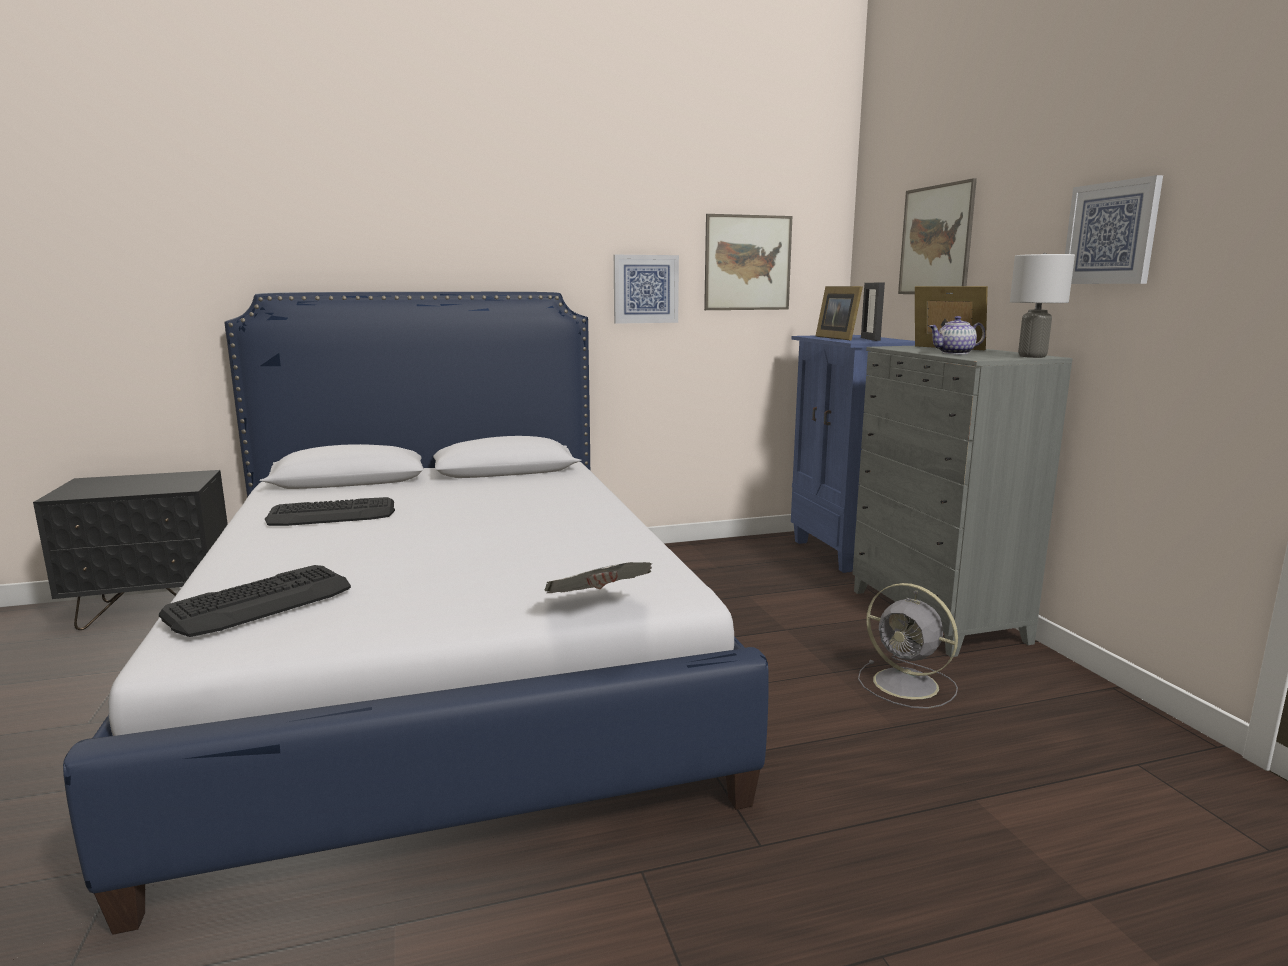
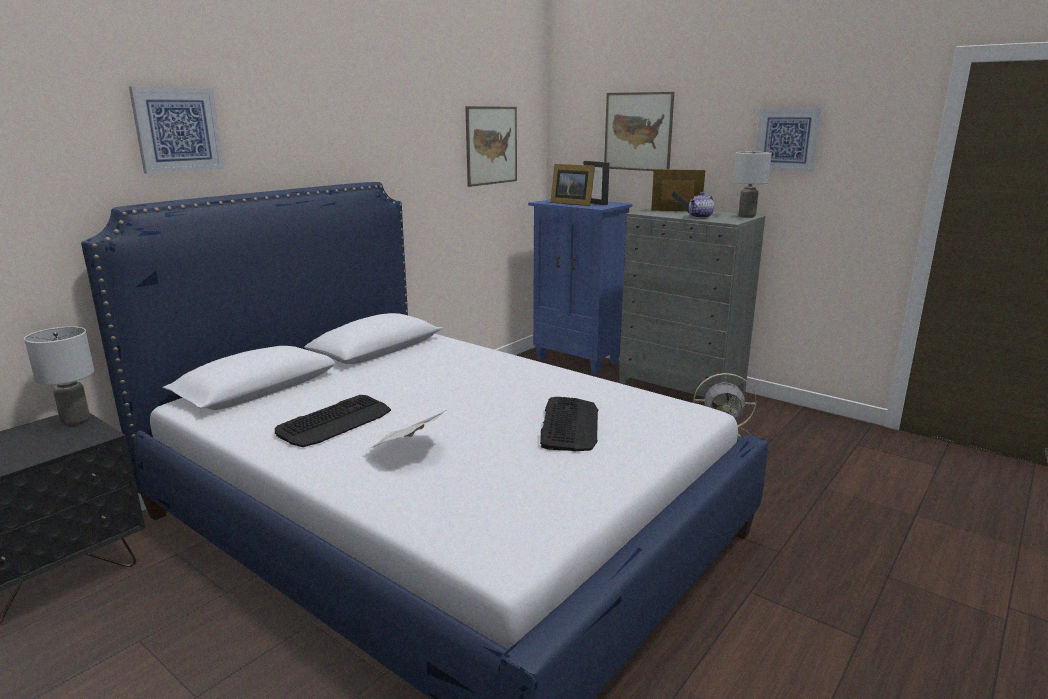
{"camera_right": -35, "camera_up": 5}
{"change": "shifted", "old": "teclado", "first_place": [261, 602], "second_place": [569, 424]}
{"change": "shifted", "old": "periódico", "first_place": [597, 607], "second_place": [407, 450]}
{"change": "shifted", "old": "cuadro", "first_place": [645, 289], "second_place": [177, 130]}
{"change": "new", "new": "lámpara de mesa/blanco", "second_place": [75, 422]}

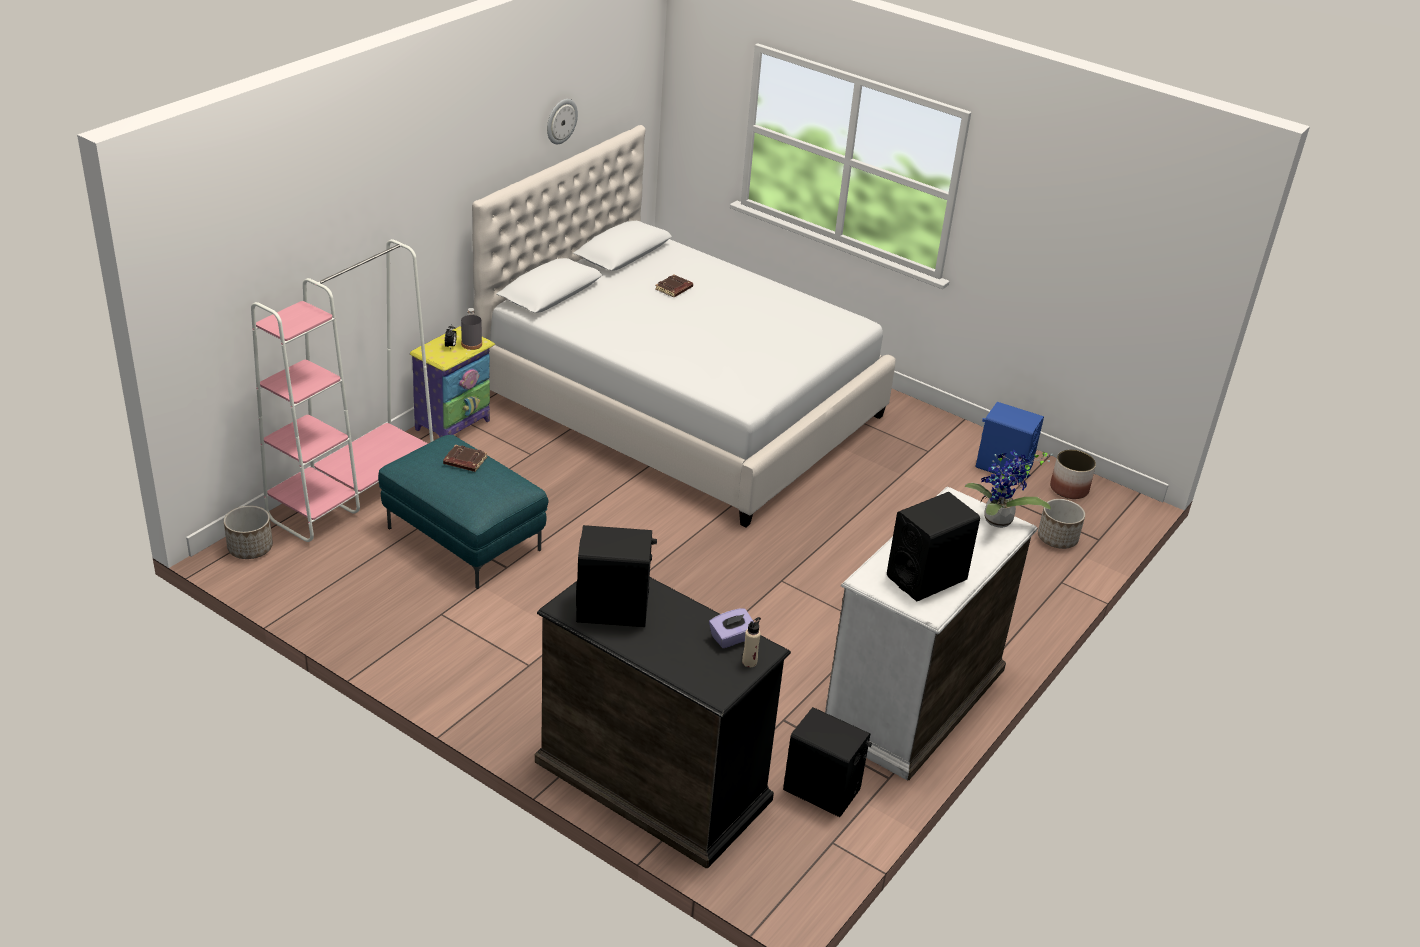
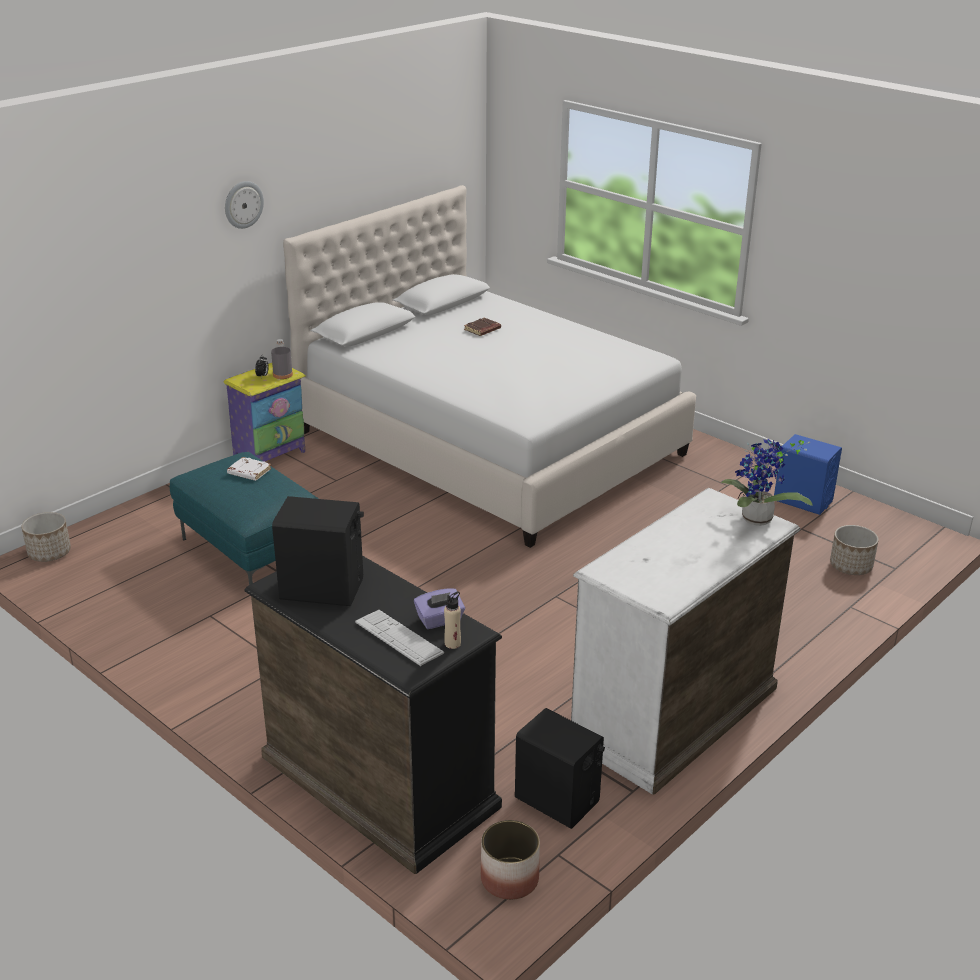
{"camera_right": 10, "camera_up": -5}
{"change": "gone", "old": "perchero/rosa", "first_place": [353, 493]}
{"change": "repainted", "old": "libro/marrón", "new": "libro/blanco", "first_place": [464, 461], "second_place": [248, 472]}
{"change": "shifted", "old": "reloj de pared", "first_place": [561, 121], "second_place": [243, 204]}
{"change": "gone", "old": "altavoz/negro", "first_place": [926, 578]}
{"change": "shifted", "old": "maceta", "first_place": [1069, 489], "second_place": [510, 879]}
{"change": "new", "new": "teclado", "second_place": [399, 638]}

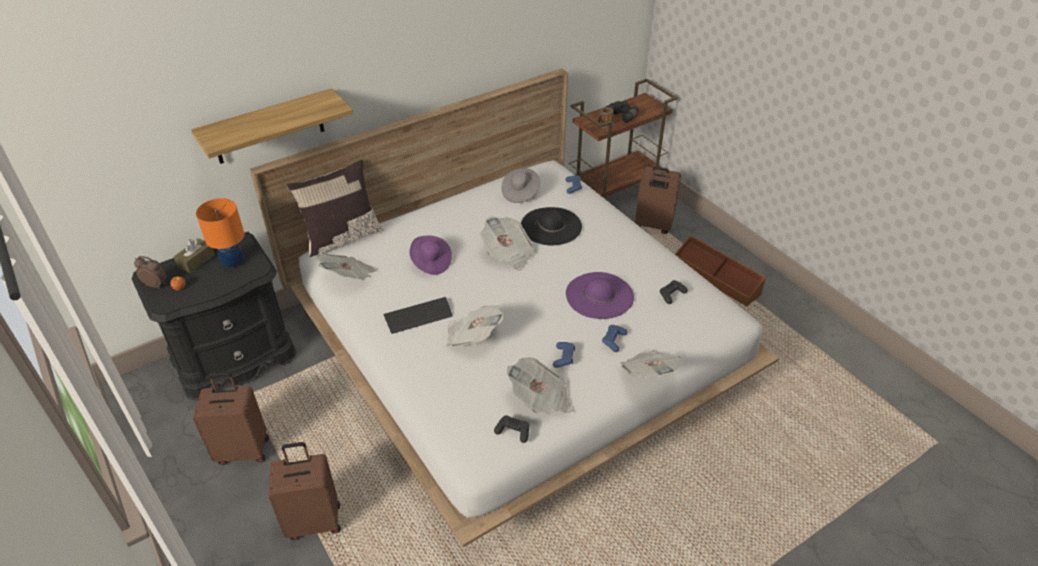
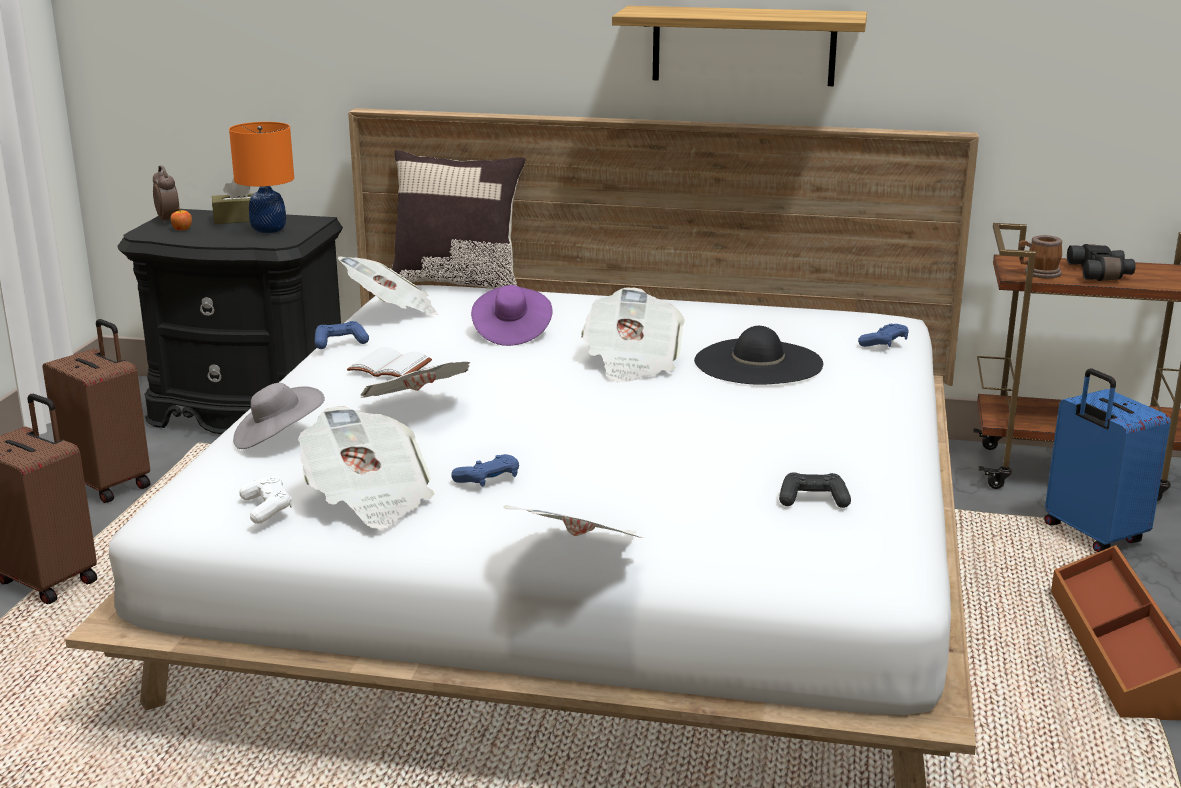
{"camera_right": 45, "camera_up": -20}
{"change": "shifted", "old": "estante", "first_place": [268, 127], "second_place": [743, 46]}
{"change": "swapped", "old": "teclado", "new": "libro/blanco", "first_place": [418, 316], "second_place": [392, 366]}
{"change": "repainted", "old": "mando de consola/negro", "new": "mando de consola/blanco", "first_place": [513, 432], "second_place": [267, 508]}
{"change": "shifted", "old": "sombrero/gris", "first_place": [520, 193], "second_place": [278, 439]}
{"change": "gone", "old": "sombrero/morado", "first_place": [599, 295]}
{"change": "shifted", "old": "mando de consola/azul", "first_place": [613, 340], "second_place": [340, 342]}
{"change": "repainted", "old": "maleta/marrón", "new": "maleta/azul", "first_place": [653, 226], "second_place": [1091, 535]}

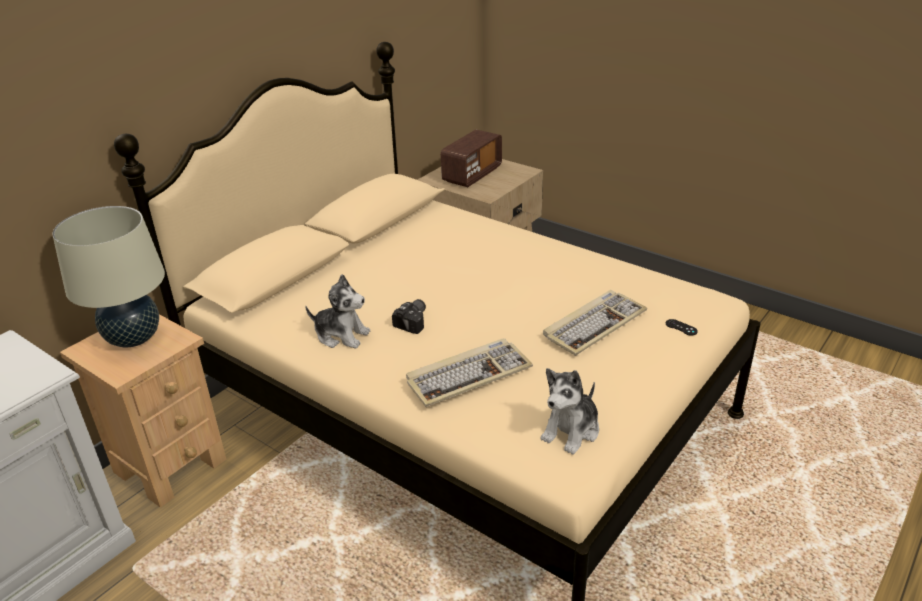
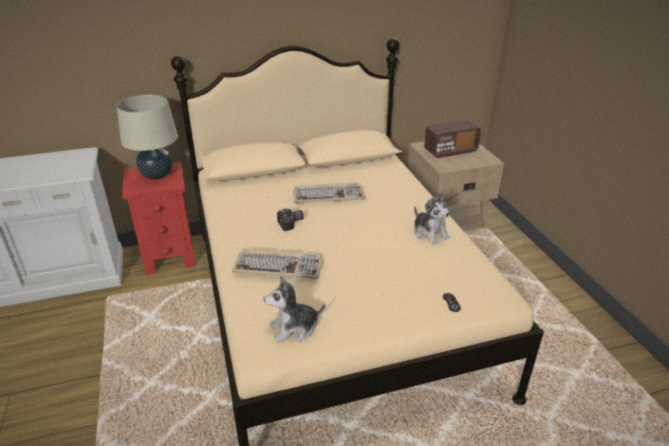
{"camera_right": 35, "camera_up": 0}
{"change": "repainted", "old": "mesita de noche/beis", "new": "mesita de noche/rojo", "first_place": [172, 465], "second_place": [170, 257]}
{"change": "shifted", "old": "peluche", "first_place": [341, 335], "second_place": [430, 233]}
{"change": "shifted", "old": "teclado", "first_place": [594, 324], "second_place": [328, 195]}

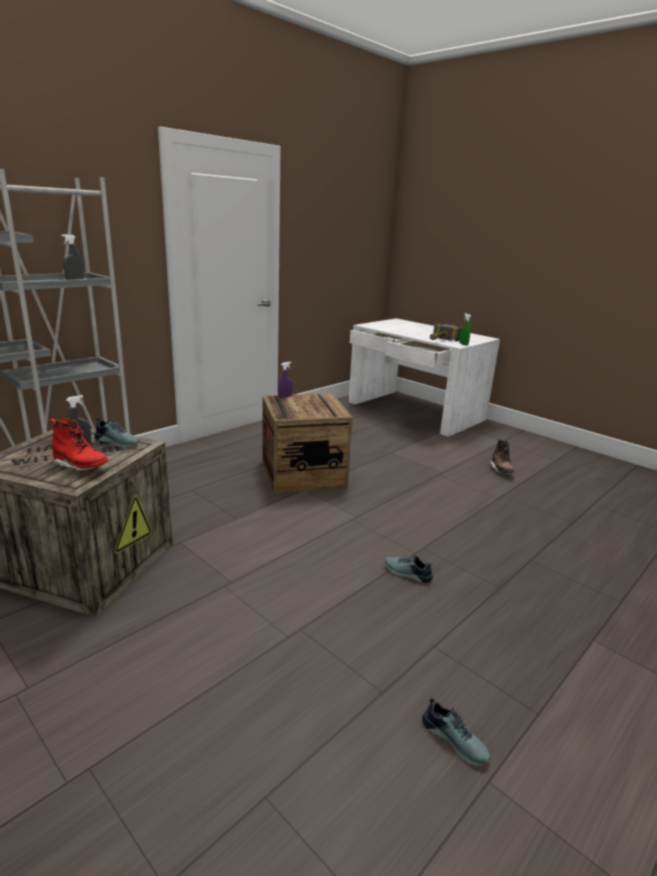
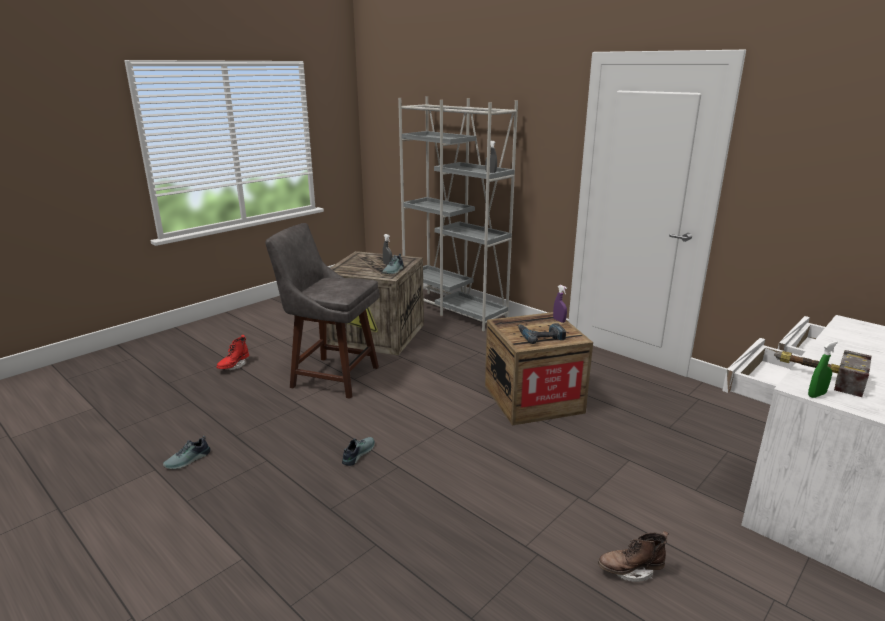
{"camera_right": 90, "camera_up": 0}
{"change": "shifted", "old": "bota/rojo", "first_place": [81, 466], "second_place": [234, 366]}
{"change": "new", "new": "taburete/gris", "second_place": [332, 376]}
{"change": "new", "new": "taladro", "second_place": [541, 336]}

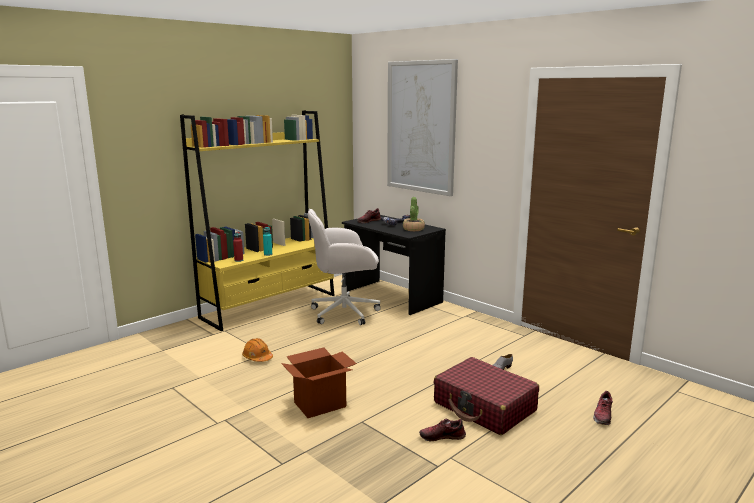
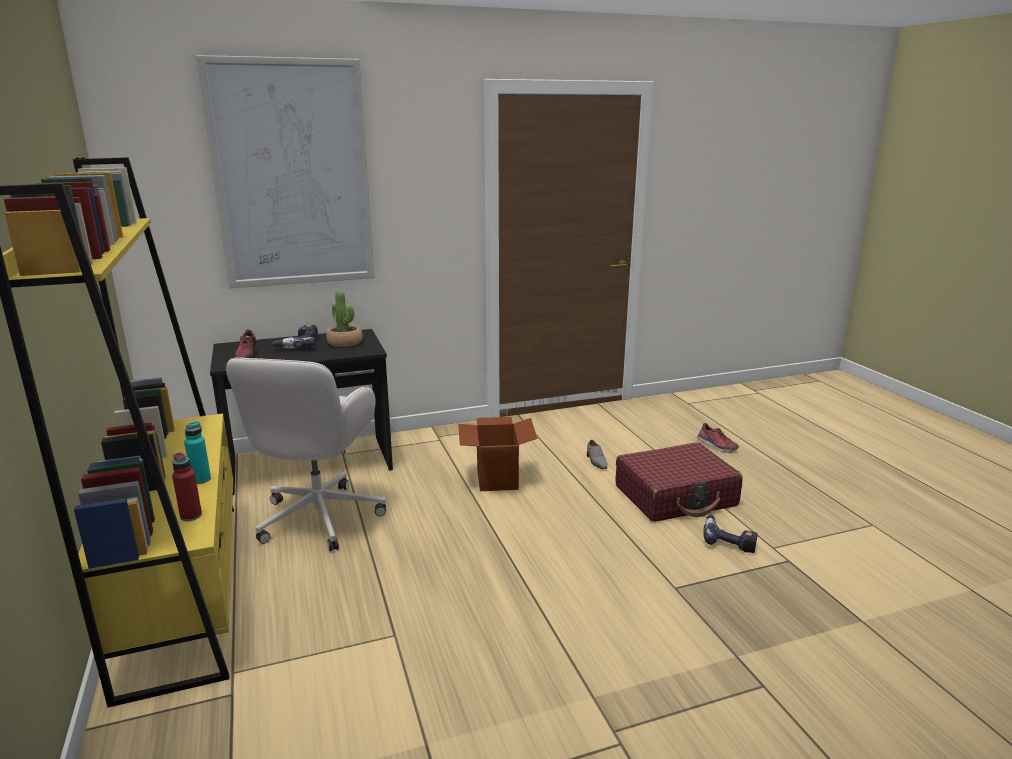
{"camera_right": -65, "camera_up": 5}
{"change": "gone", "old": "casco/naranja", "first_place": [257, 357]}
{"change": "shifted", "old": "caja de cartón", "first_place": [320, 404], "second_place": [497, 478]}
{"change": "swapped", "old": "zapato", "new": "taladro", "first_place": [442, 436], "second_place": [729, 540]}

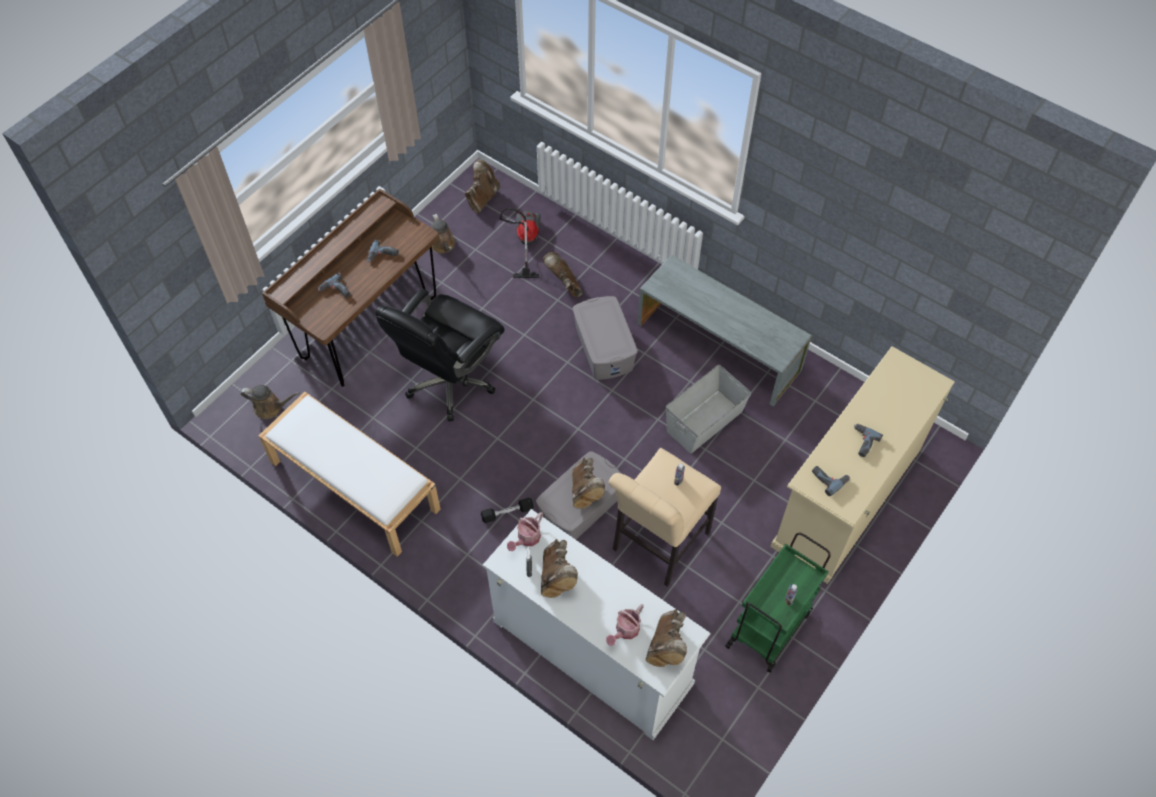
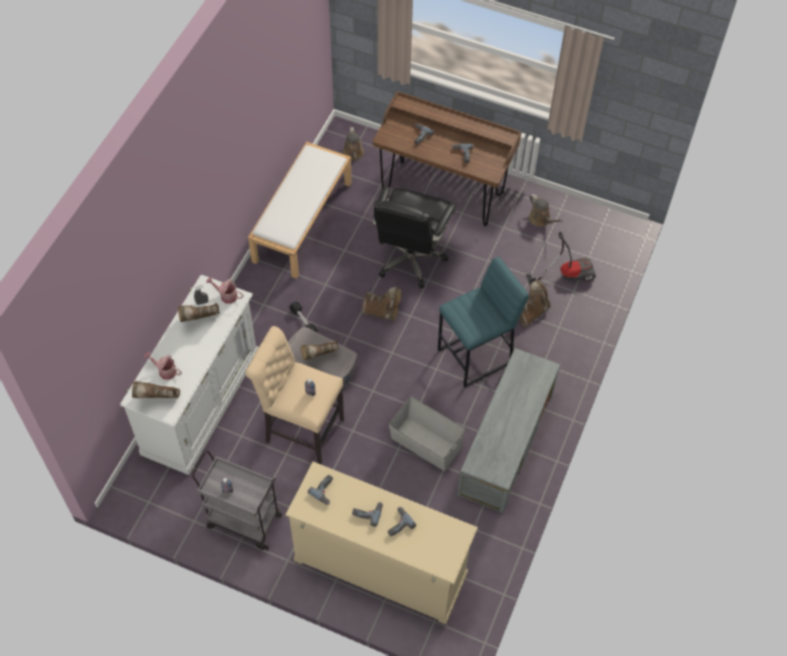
{"camera_right": 75, "camera_up": 0}
{"change": "rotated", "old": "silla de oficina/negro", "first_place": [451, 381], "second_place": [410, 257], "degrees": -90}
{"change": "rotated", "old": "regadera/marrón", "first_place": [443, 245], "second_place": [541, 219], "degrees": -90}
{"change": "shifted", "old": "bota/marrón", "first_place": [482, 198], "second_place": [382, 312]}
{"change": "swapped", "old": "caja de almacenaje/gris", "new": "taburete/turquesa", "first_place": [604, 348], "second_place": [476, 355]}
{"change": "repainted", "old": "carrito/verde", "new": "carrito/gris", "first_place": [768, 629], "second_place": [243, 521]}
{"change": "new", "new": "taladro", "second_place": [397, 523]}

